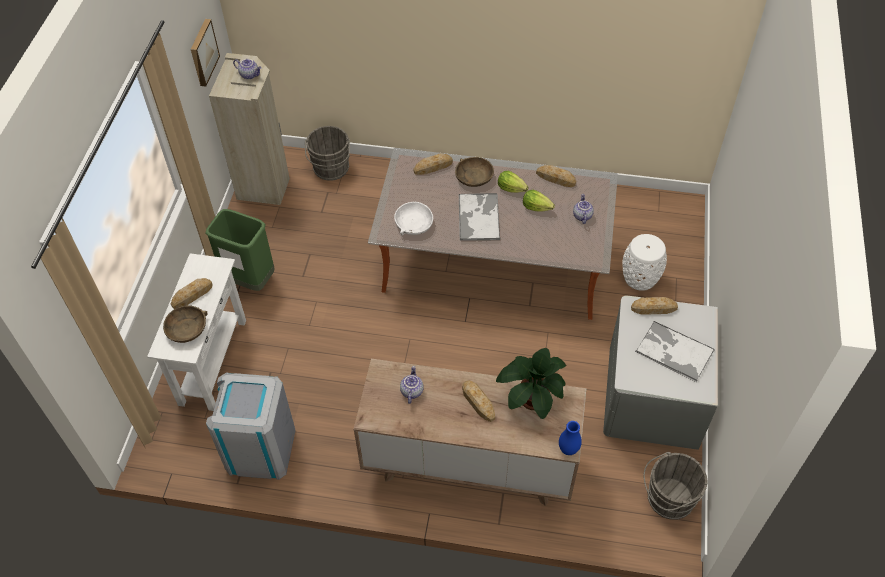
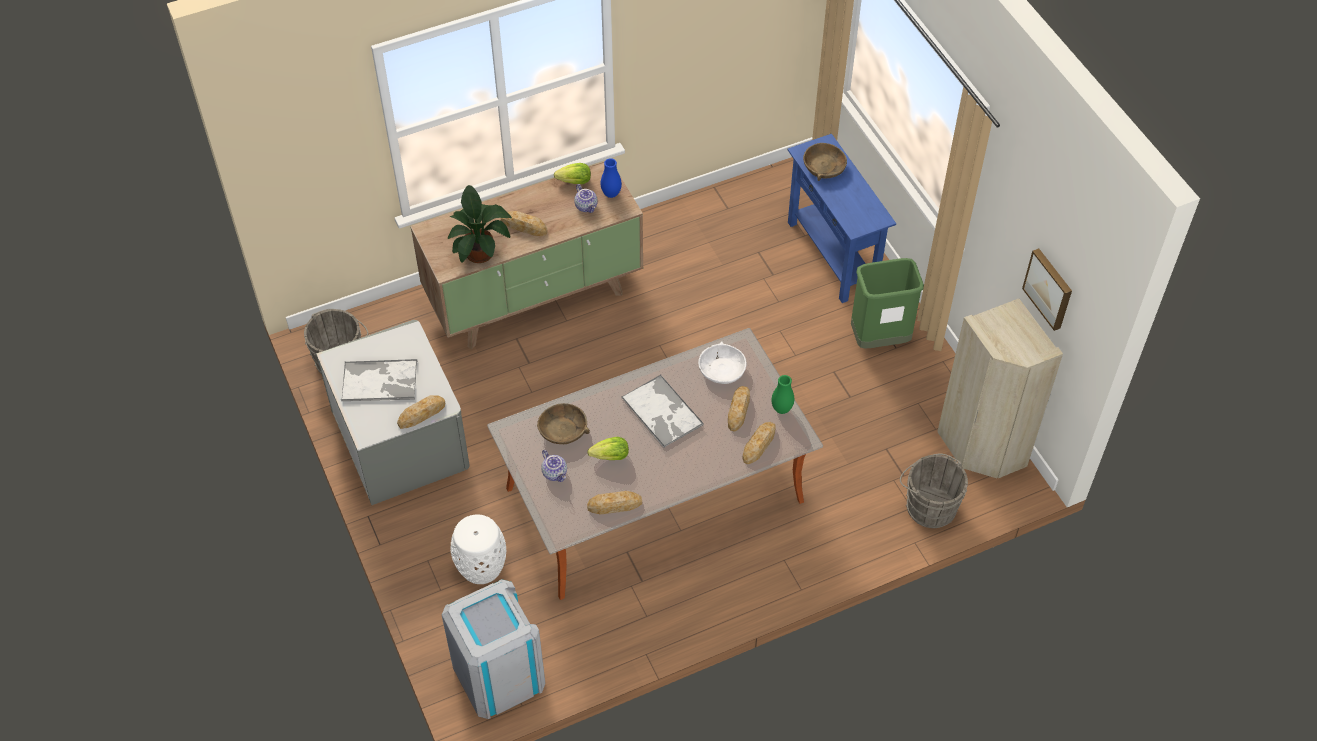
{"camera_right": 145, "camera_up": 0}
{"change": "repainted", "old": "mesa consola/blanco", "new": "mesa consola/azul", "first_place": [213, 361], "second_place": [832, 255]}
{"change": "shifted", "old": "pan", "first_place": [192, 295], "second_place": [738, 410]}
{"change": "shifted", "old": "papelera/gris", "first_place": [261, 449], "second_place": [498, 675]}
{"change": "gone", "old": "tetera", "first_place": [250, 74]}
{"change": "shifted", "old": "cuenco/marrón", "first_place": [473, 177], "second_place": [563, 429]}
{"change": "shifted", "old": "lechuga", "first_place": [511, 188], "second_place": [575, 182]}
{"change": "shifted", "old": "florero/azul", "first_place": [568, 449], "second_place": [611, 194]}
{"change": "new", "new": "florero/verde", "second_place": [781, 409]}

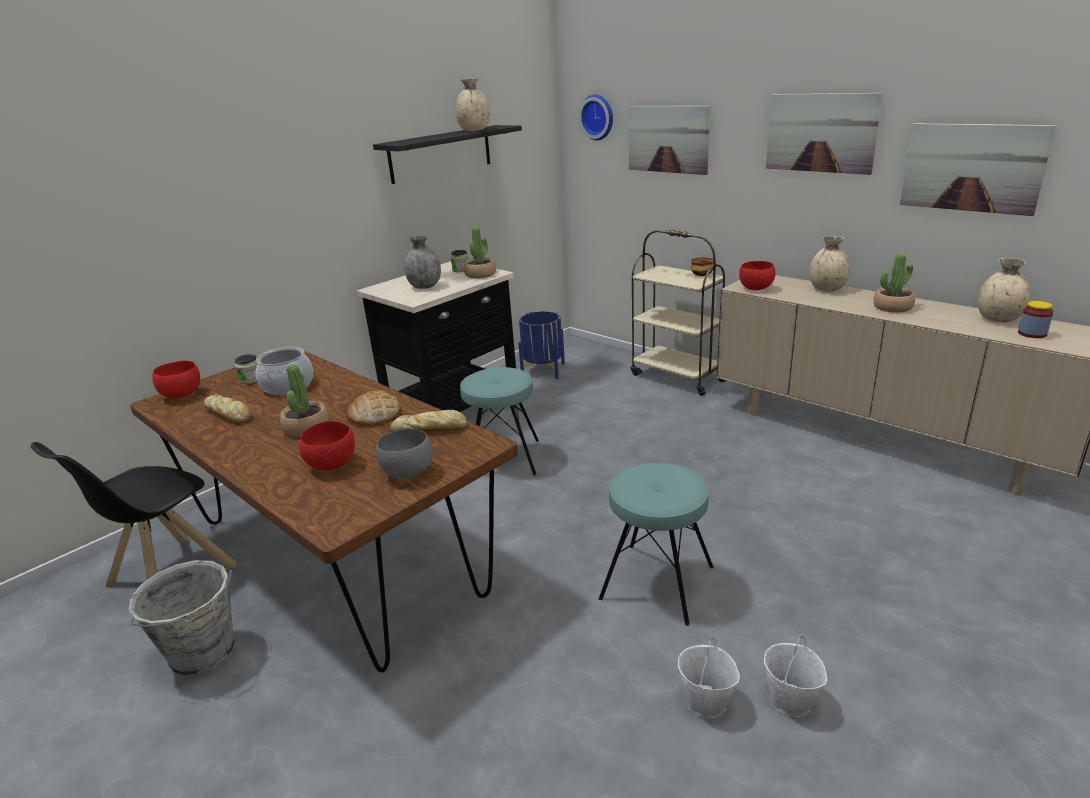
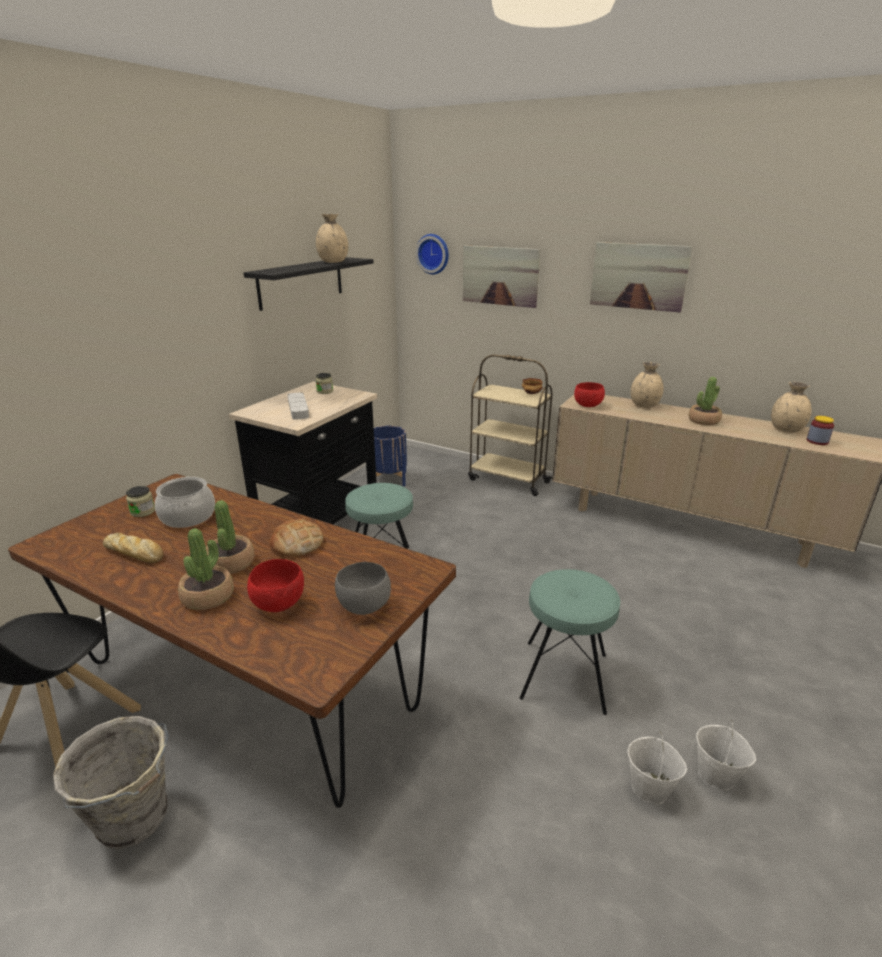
{"camera_right": -15, "camera_up": 0}
{"change": "gone", "old": "cuenco/rojo", "first_place": [182, 394]}
{"change": "gone", "old": "pan", "first_place": [431, 429]}
{"change": "swapped", "old": "florero/gris", "new": "bandeja/gris", "first_place": [425, 286], "second_place": [298, 409]}
{"change": "shifted", "old": "planta en maceta", "first_place": [480, 274], "second_place": [208, 596]}
{"change": "gone", "old": "cuadro", "first_place": [972, 167]}

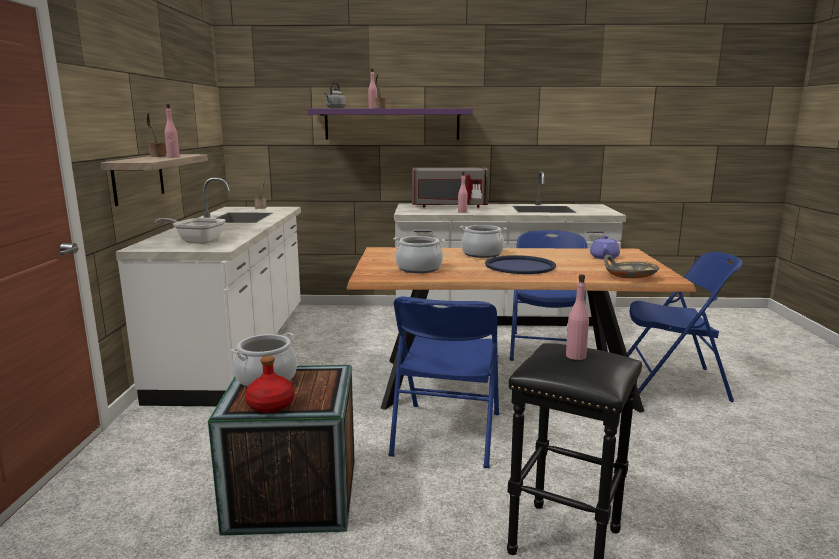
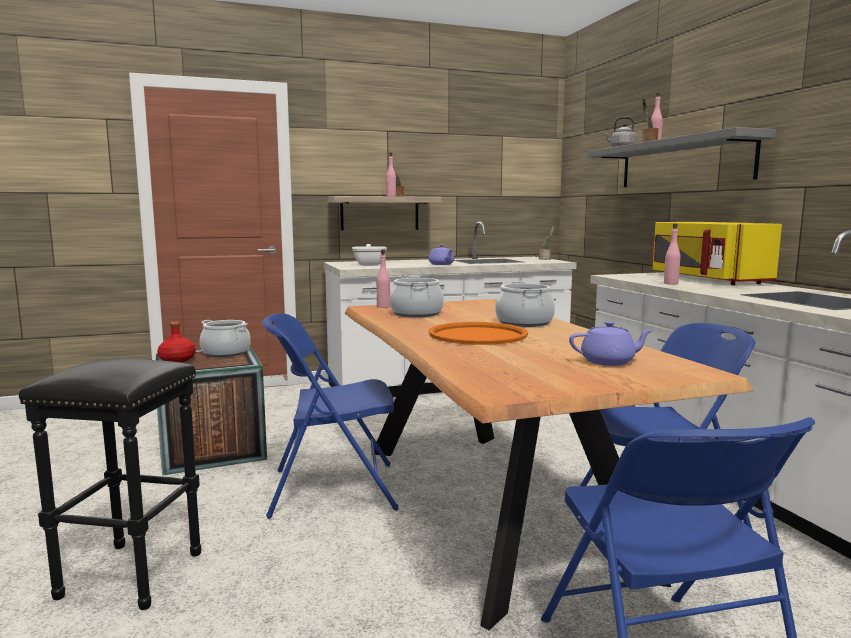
{"camera_right": 70, "camera_up": -5}
{"change": "repainted", "old": "estante/morado", "new": "estante/gris", "first_place": [392, 124], "second_place": [683, 163]}
{"change": "repainted", "old": "microondas/gris", "new": "microondas/amarillo", "first_place": [449, 206], "second_place": [706, 279]}
{"change": "repainted", "old": "bandeja/azul", "new": "bandeja/naranja", "first_place": [520, 266], "second_place": [477, 335]}
{"change": "shifted", "old": "botella/rosa", "first_place": [575, 356], "second_place": [383, 307]}
{"change": "gone", "old": "cuenco/gris", "first_place": [629, 277]}
{"change": "new", "new": "tetera/morado", "second_place": [441, 264]}

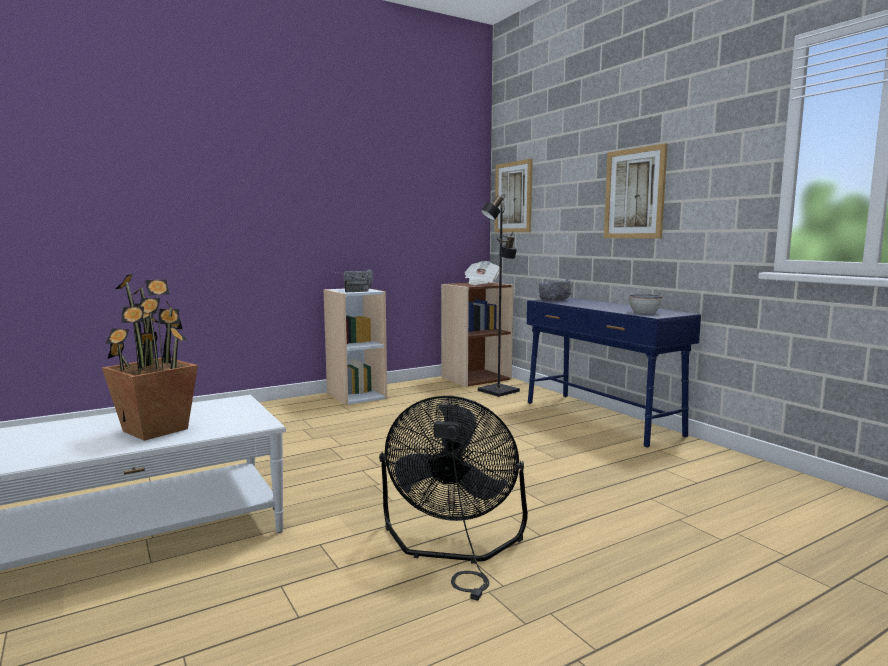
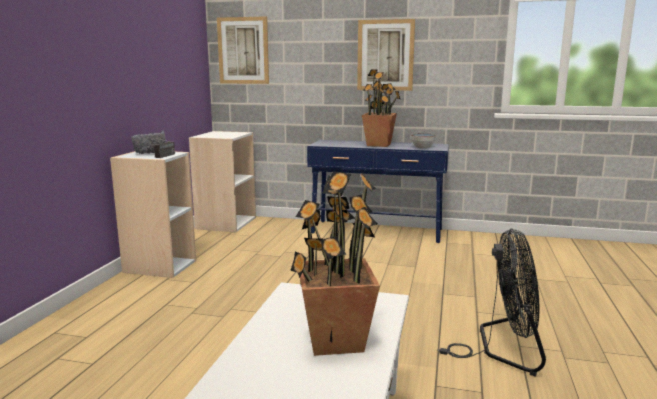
{"camera_right": -45, "camera_up": 5}
{"change": "rotated", "old": "ventilador/negro", "first_place": [453, 549], "second_place": [500, 345], "degrees": 135}
{"change": "repainted", "old": "estantería/marrón", "new": "estantería/blanco", "first_place": [476, 378], "second_place": [226, 222]}
{"change": "gone", "old": "periódico", "first_place": [481, 283]}
{"change": "gone", "old": "lámpara de pie/negro", "first_place": [498, 391]}
{"change": "gone", "old": "cuenco/gris", "first_place": [554, 300]}
{"change": "new", "new": "planta en maceta", "second_place": [379, 145]}

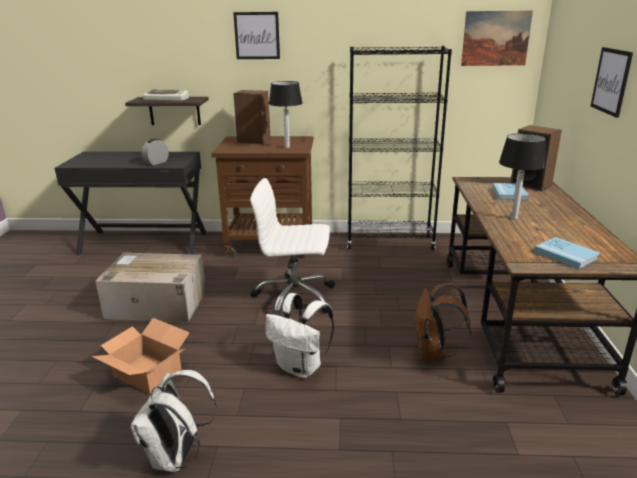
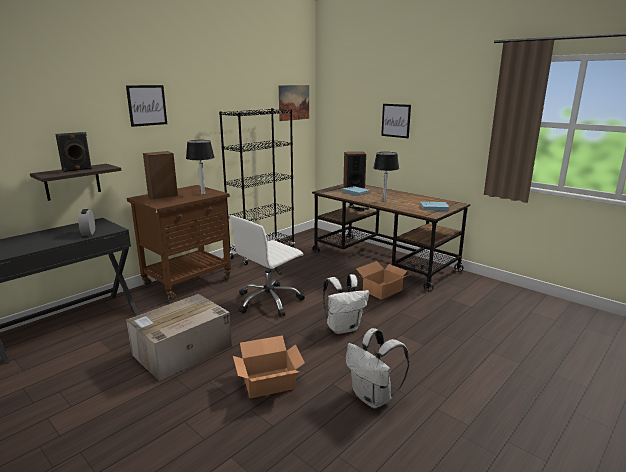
{"camera_right": -50, "camera_up": -5}
{"change": "swapped", "old": "teclado", "new": "altavoz/negro", "first_place": [167, 99], "second_place": [77, 170]}
{"change": "swapped", "old": "mochila/marrón", "new": "caja de cartón", "first_place": [434, 353], "second_place": [383, 290]}

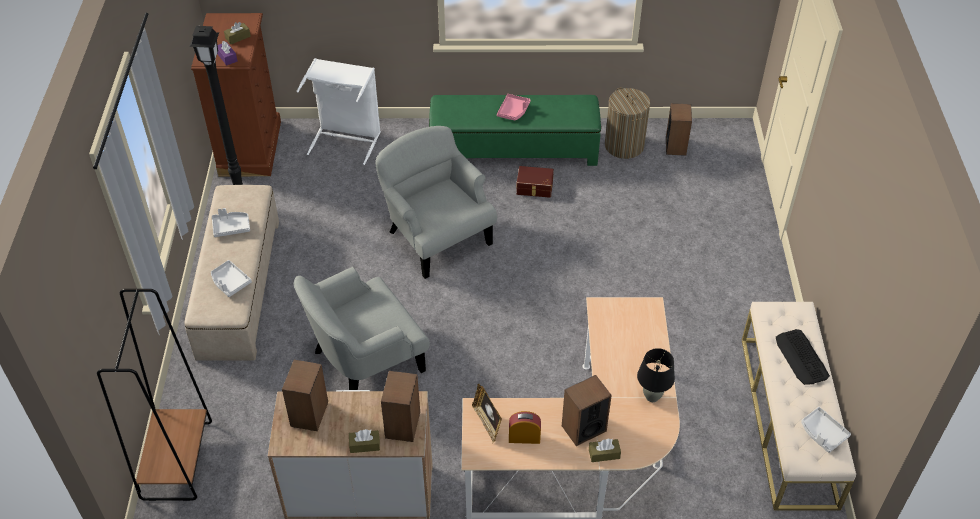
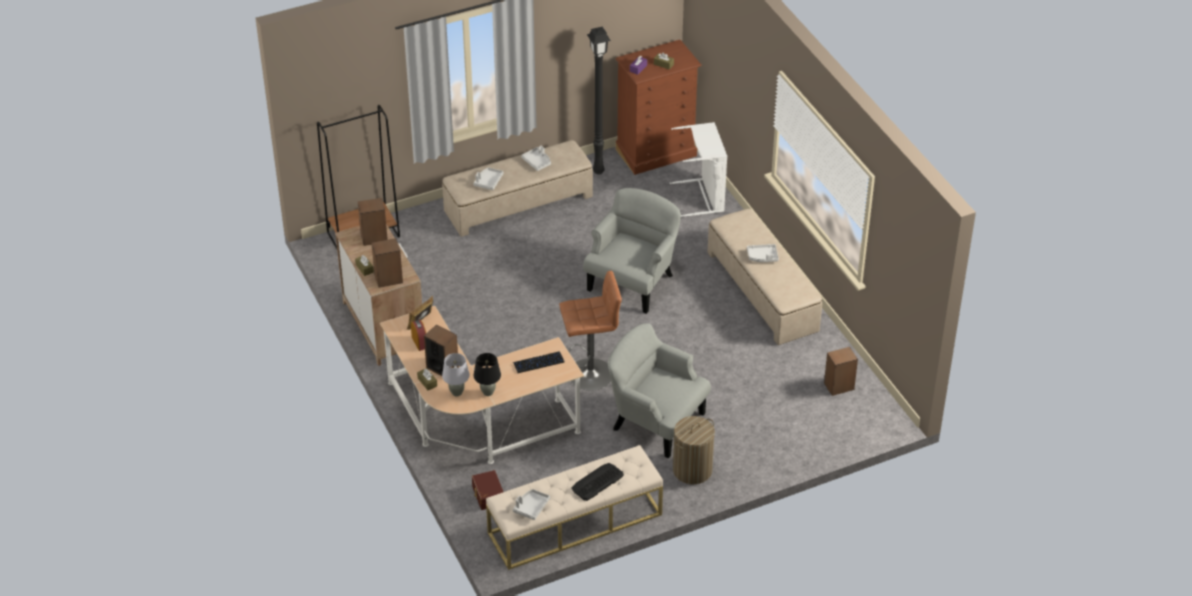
{"camera_right": 65, "camera_up": -5}
{"change": "shifted", "old": "sillón/gris", "first_place": [365, 360], "second_place": [655, 421]}
{"change": "repainted", "old": "banco/verde", "new": "banco/beis", "first_place": [514, 148], "second_place": [763, 291]}
{"change": "repainted", "old": "bandeja/rosa", "new": "bandeja/gris", "first_place": [513, 111], "second_place": [762, 257]}
{"change": "shifted", "old": "caja de almacenaje/marrón", "first_place": [534, 188], "second_place": [487, 495]}
{"change": "shifted", "old": "cesto de la ropa", "first_place": [624, 145], "second_place": [692, 470]}
{"change": "new", "new": "lámpara de mesa/gris", "second_place": [456, 392]}
{"change": "new", "new": "teclado", "second_place": [538, 363]}
{"change": "new", "new": "taburete/marrón", "second_place": [591, 375]}

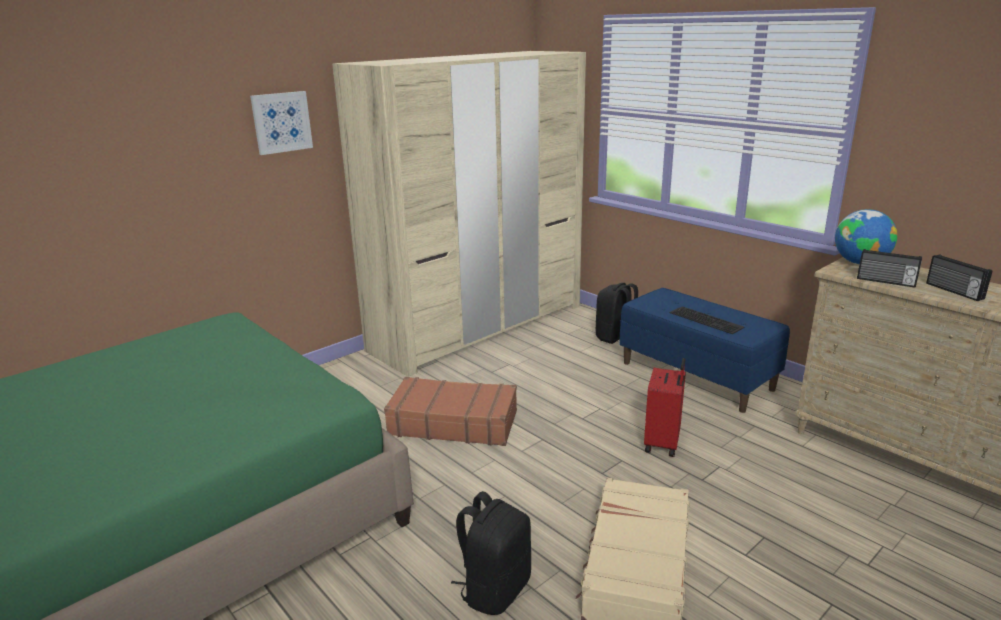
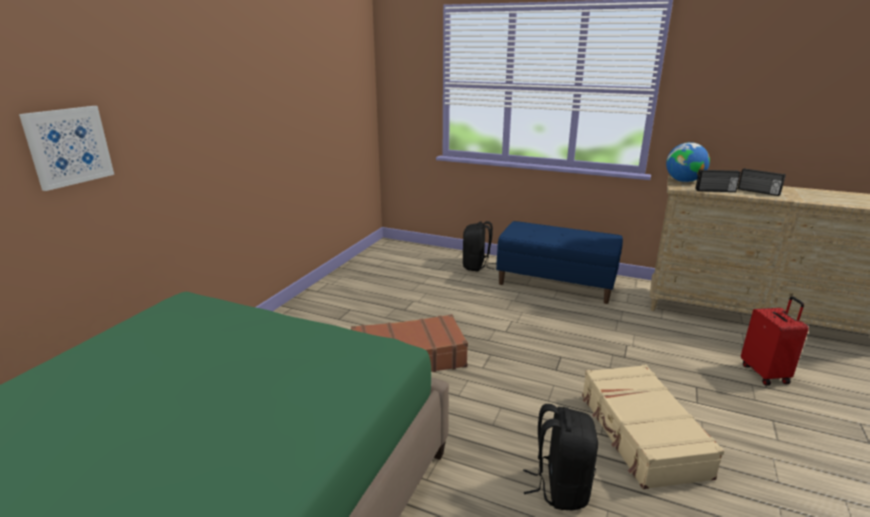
{"camera_right": -25, "camera_up": 0}
{"change": "shifted", "old": "cuadro", "first_place": [281, 122], "second_place": [68, 146]}
{"change": "gone", "old": "armario ropero/beis", "first_place": [479, 327]}
{"change": "shifted", "old": "maleta/rojo", "first_place": [663, 443], "second_place": [765, 373]}
{"change": "gone", "old": "teclado", "first_place": [707, 320]}

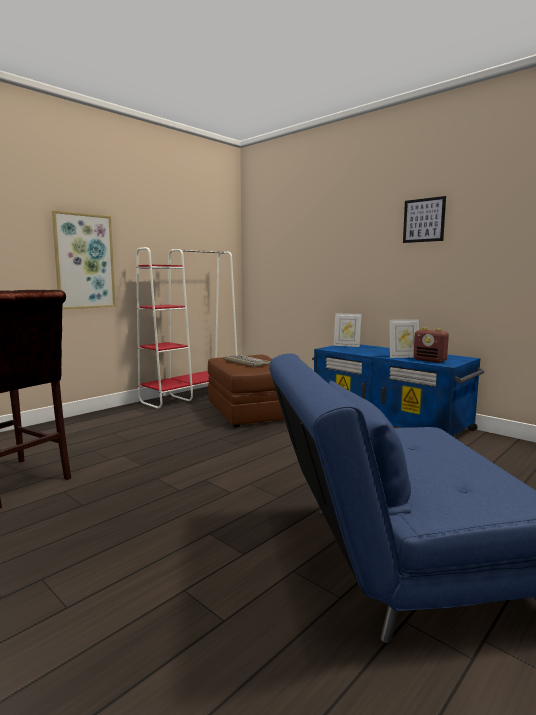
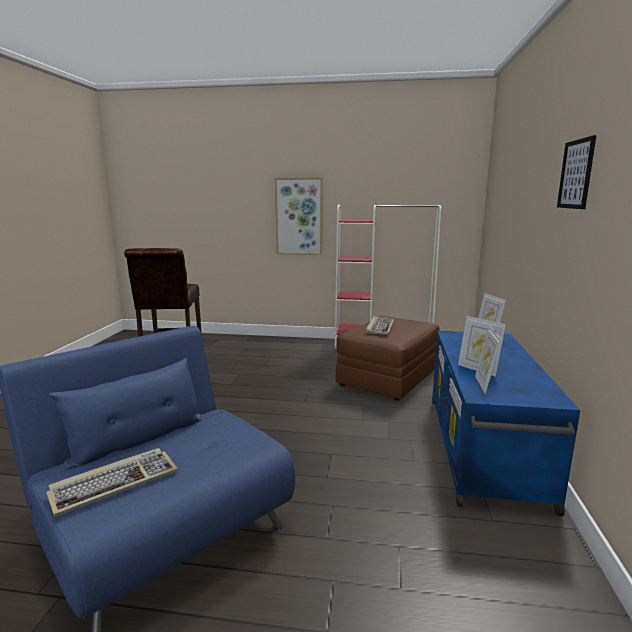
{"camera_right": 55, "camera_up": 5}
{"change": "swapped", "old": "radio", "new": "portarretratos", "first_place": [430, 360], "second_place": [484, 385]}
{"change": "new", "new": "teclado", "second_place": [115, 483]}

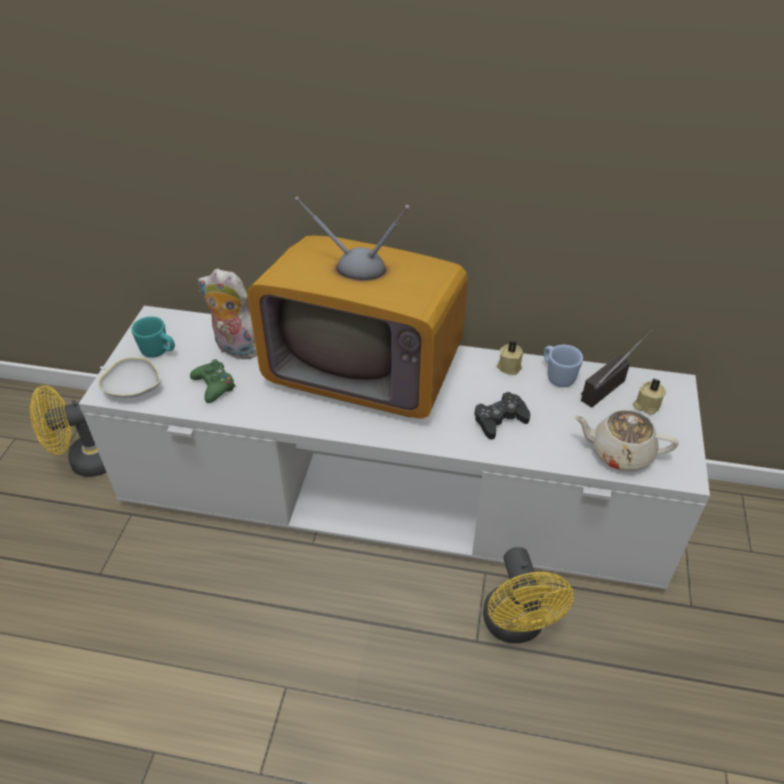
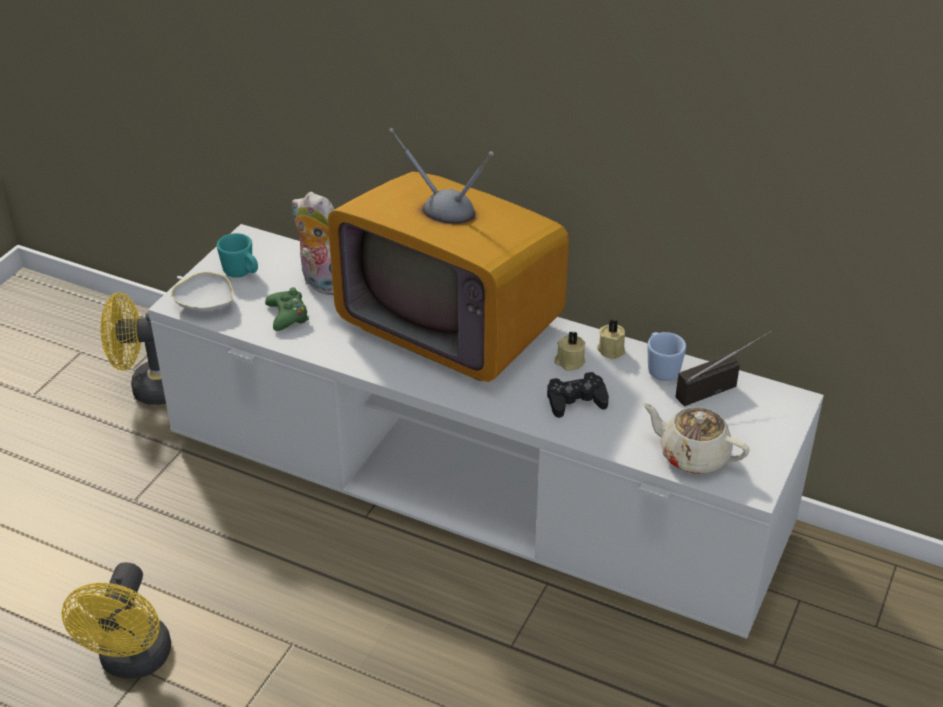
{"camera_right": 15, "camera_up": -5}
{"change": "shifted", "old": "ventilador/amarillo", "first_place": [516, 627], "second_place": [132, 662]}
{"change": "shifted", "old": "vela/beis", "first_place": [646, 405], "second_place": [569, 362]}

